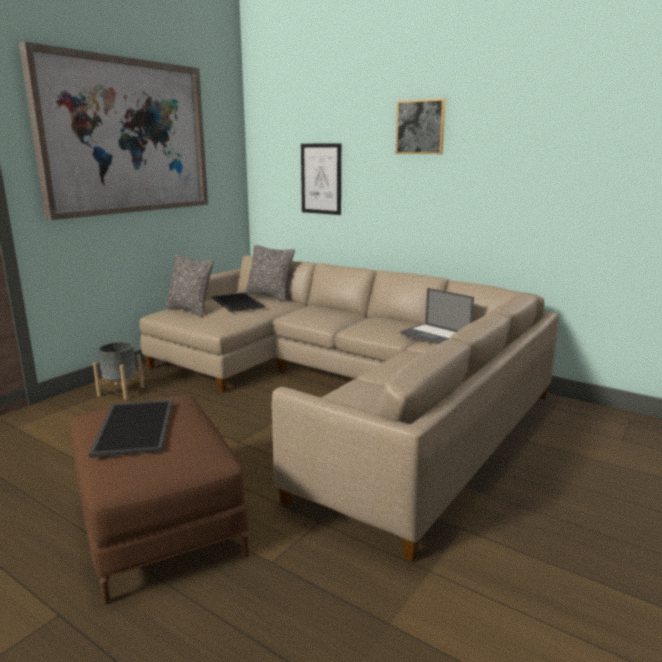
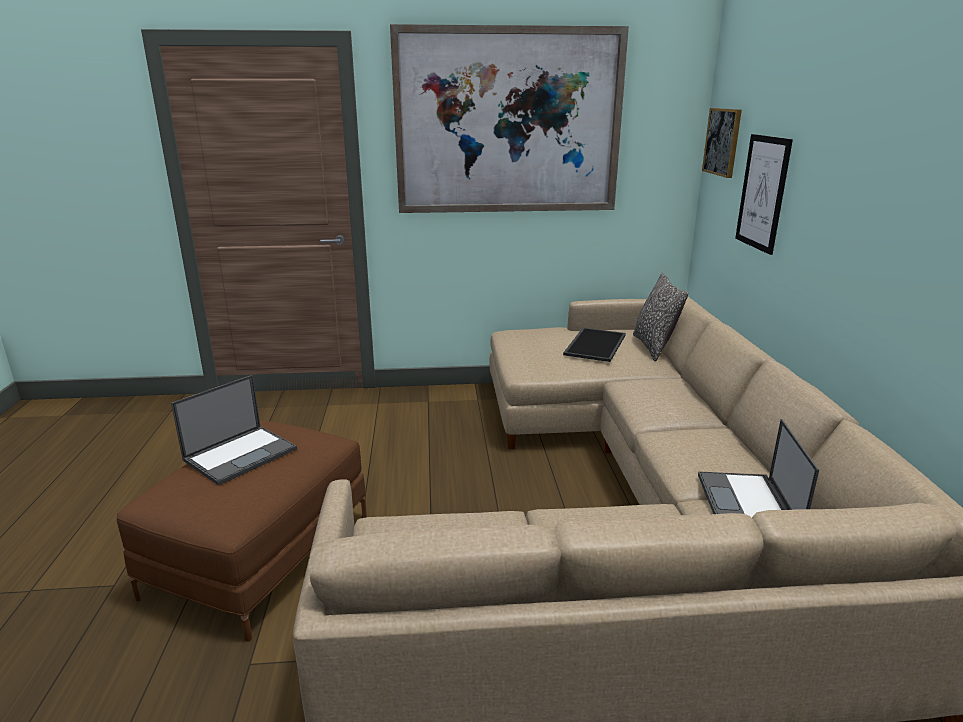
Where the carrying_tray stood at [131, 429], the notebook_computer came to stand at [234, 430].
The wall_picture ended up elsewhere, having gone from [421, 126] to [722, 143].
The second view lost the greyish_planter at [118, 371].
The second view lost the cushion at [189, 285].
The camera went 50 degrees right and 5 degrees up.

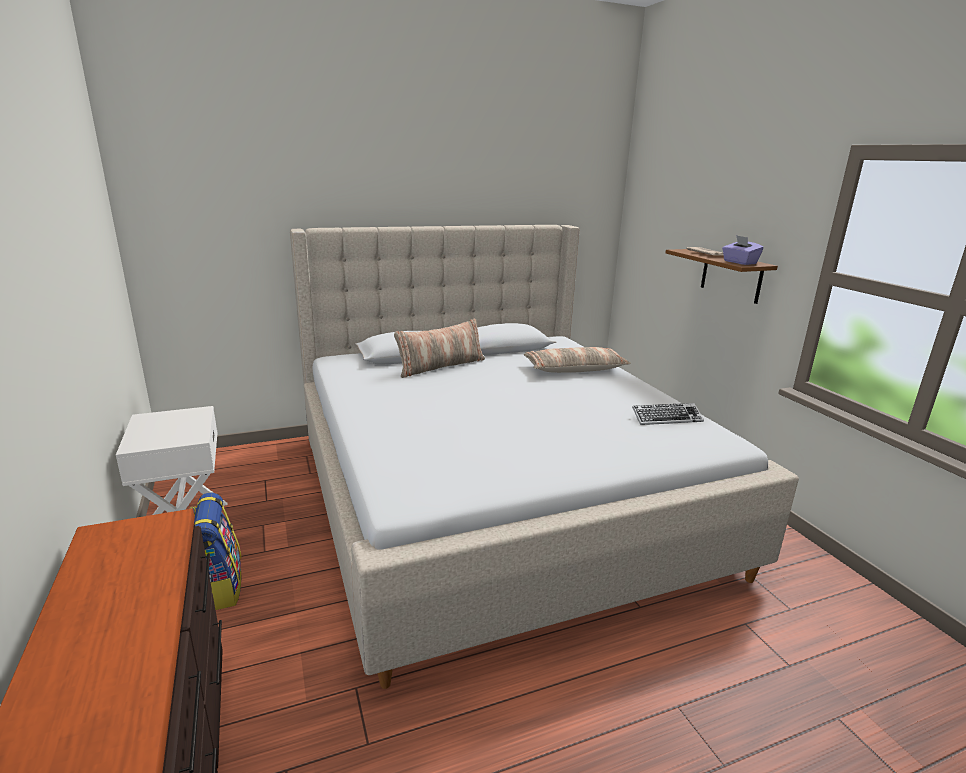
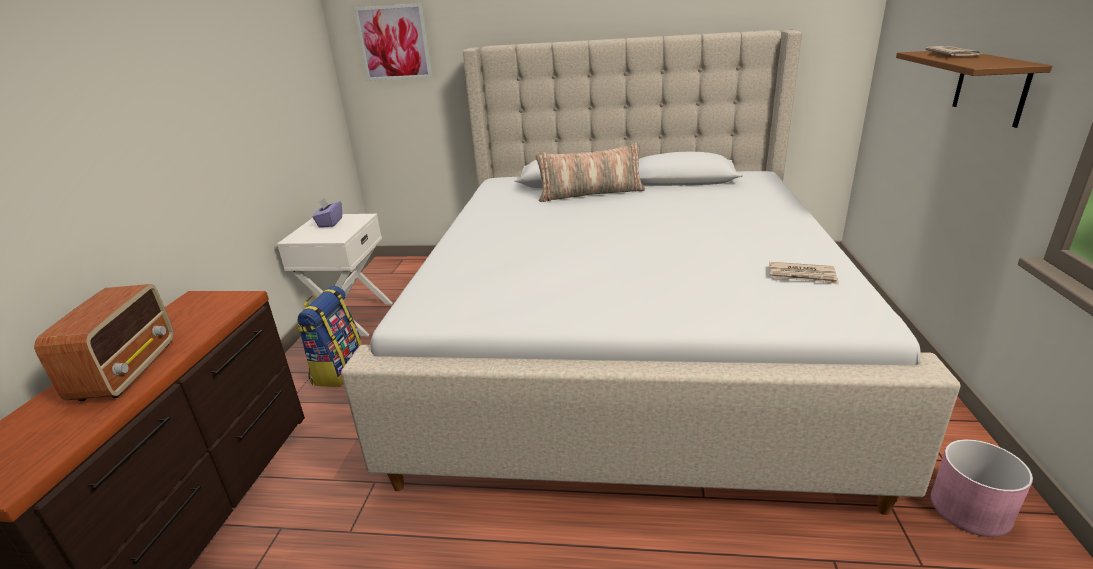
The second view gained the radio at [104, 342].
The purplish_box_of_tissues ended up elsewhere, having gone from [743, 250] to [327, 212].
The second view gained the wall_picture at [393, 42].
Where the keyboard stood at [668, 414], the daily_paper came to stand at [804, 273].
The second view gained the pink_planter at [982, 488].
The second view lost the cushion at [577, 360].
The camera went 30 degrees right and 5 degrees up.

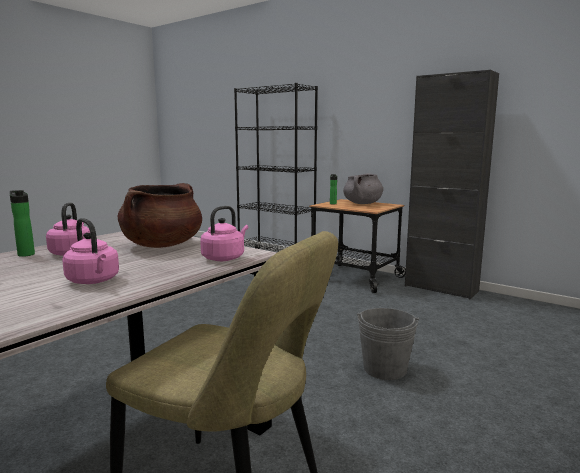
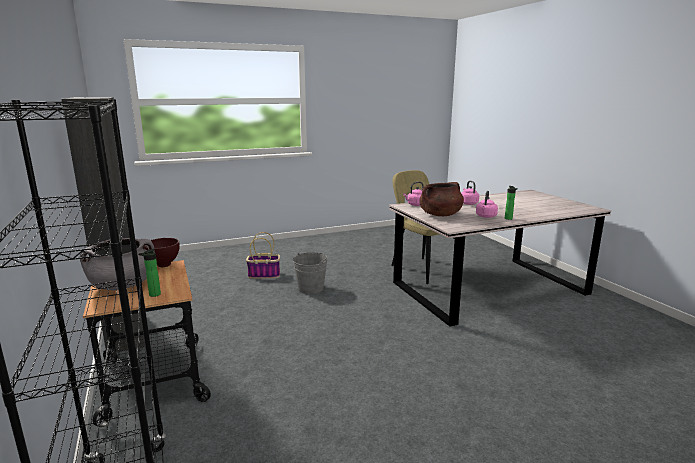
The second view gained the brown_serving_bowl at [162, 252].
The second view gained the storage_basket at [263, 255].
The camera went 150 degrees left and 5 degrees up.

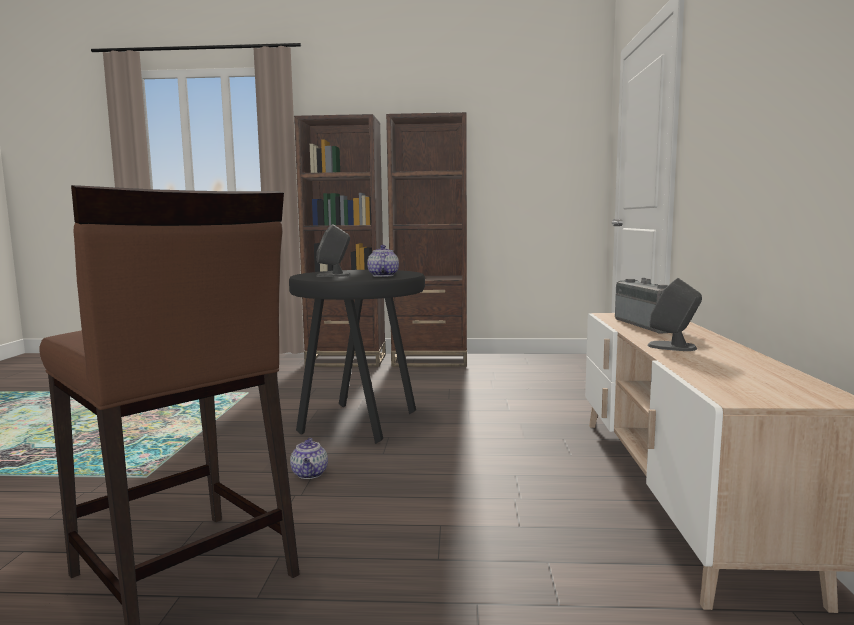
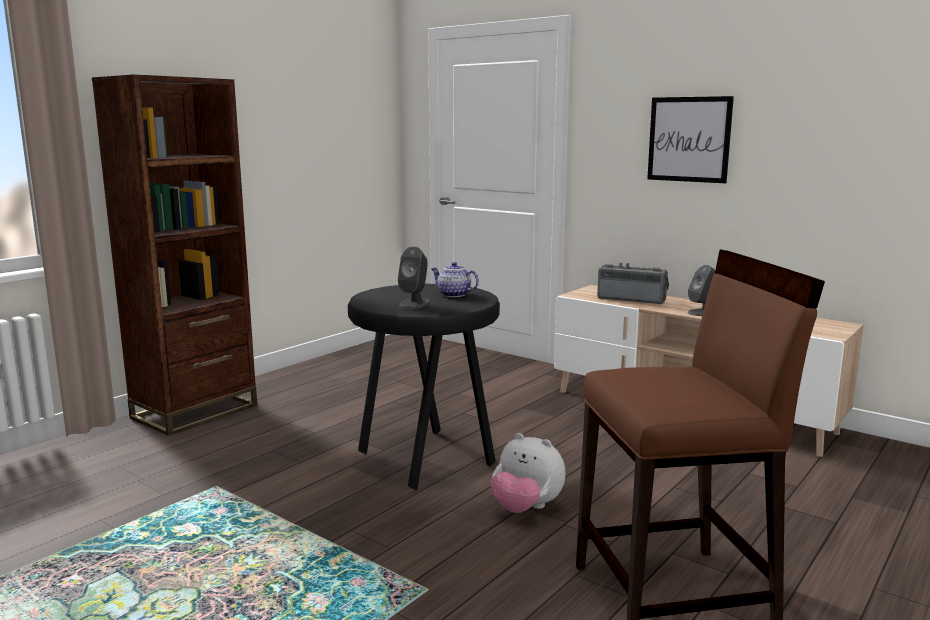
Where the tea_pot stood at [309, 458], the cuddly_toy came to stand at [528, 473].
The second view gained the wall_picture at [690, 139].
The second view lost the brown_bookshelf at [426, 239].
The camera went 55 degrees left and 5 degrees up.

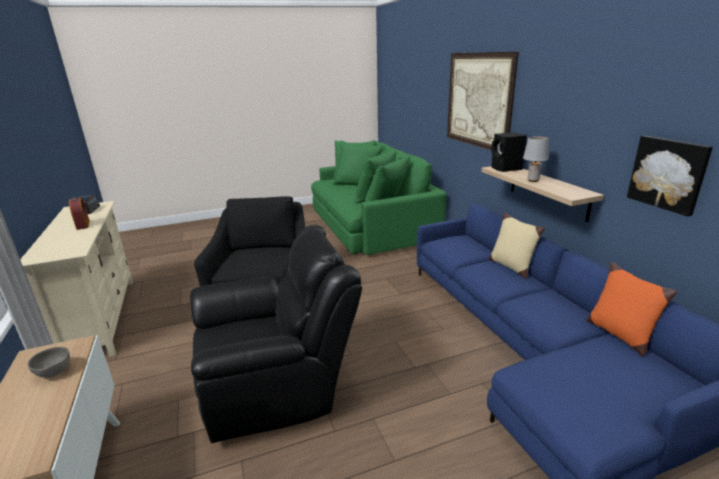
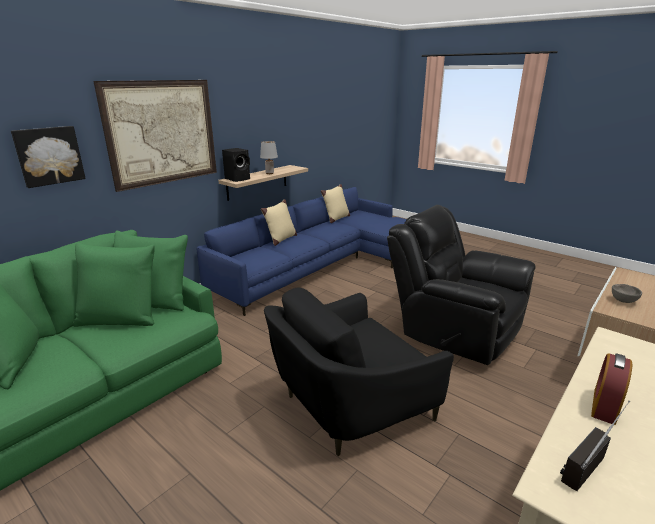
The wall_picture ended up elsewhere, having gone from [670, 176] to [48, 157].
What was the orange-coloured_cushion at [631, 309] turned into the sand-coloured_cushion at [335, 203].
The camera went 120 degrees left and 0 degrees up.

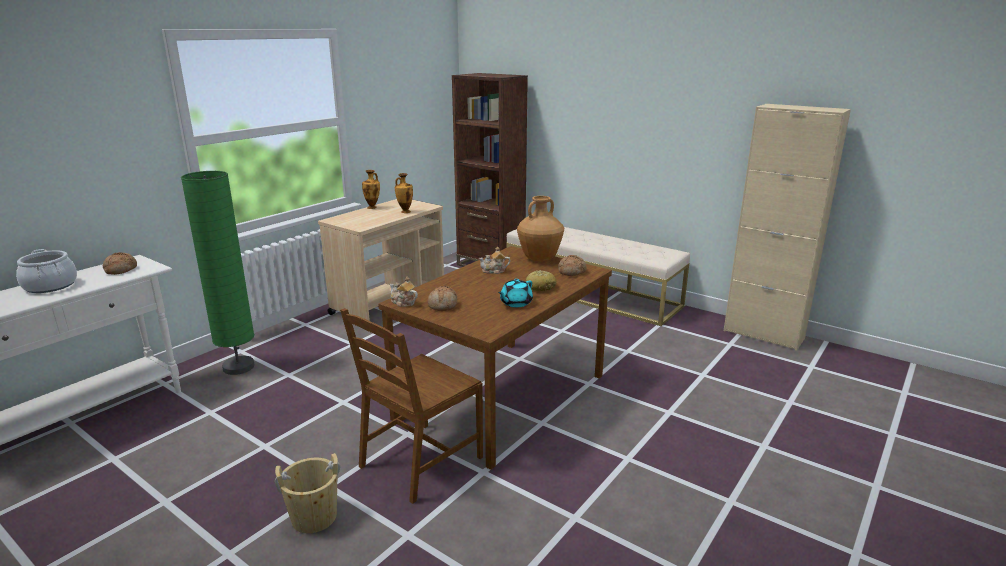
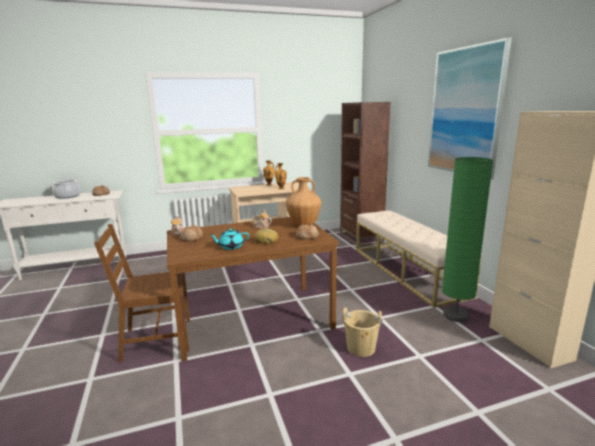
The sand-coloured_bucket ended up elsewhere, having gone from [308, 493] to [362, 332].
The second view gained the wall_picture at [470, 108].
The green_floor_lamp ended up elsewhere, having gone from [217, 273] to [467, 239].
The camera went 35 degrees right and 5 degrees down.

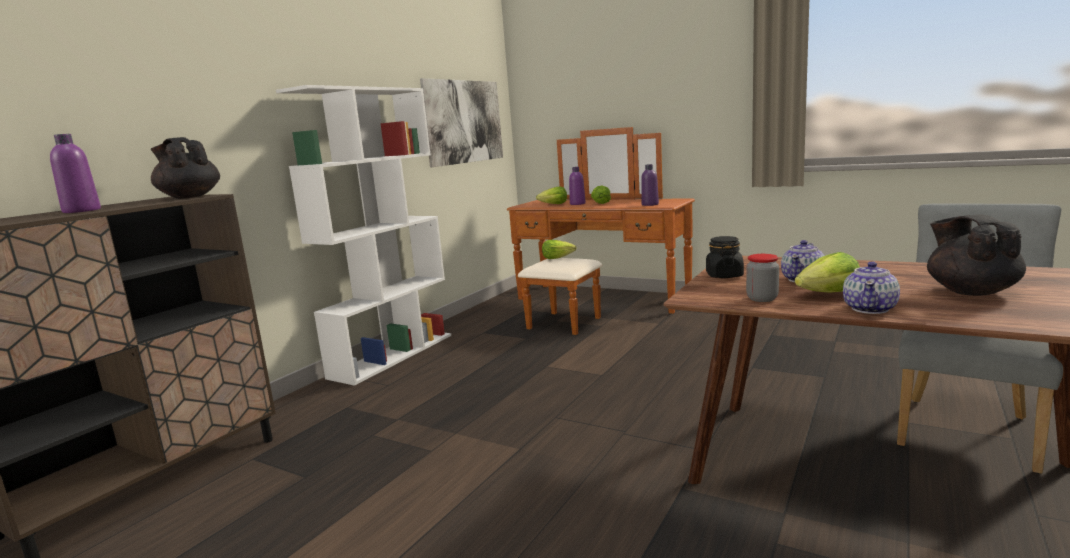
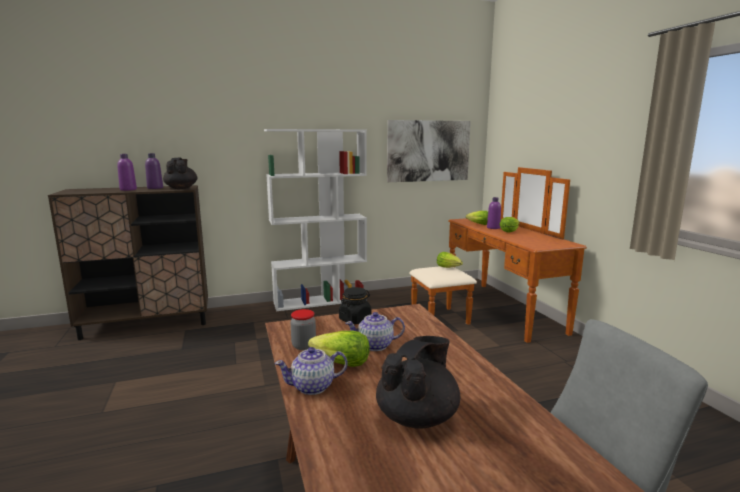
The purplish_drink_bottle ended up elsewhere, having gone from [650, 185] to [154, 171].
The camera went 40 degrees right and 0 degrees up.

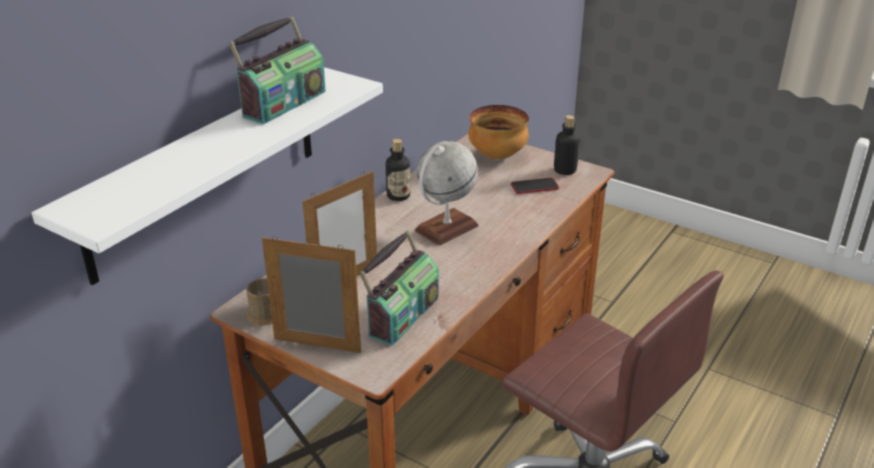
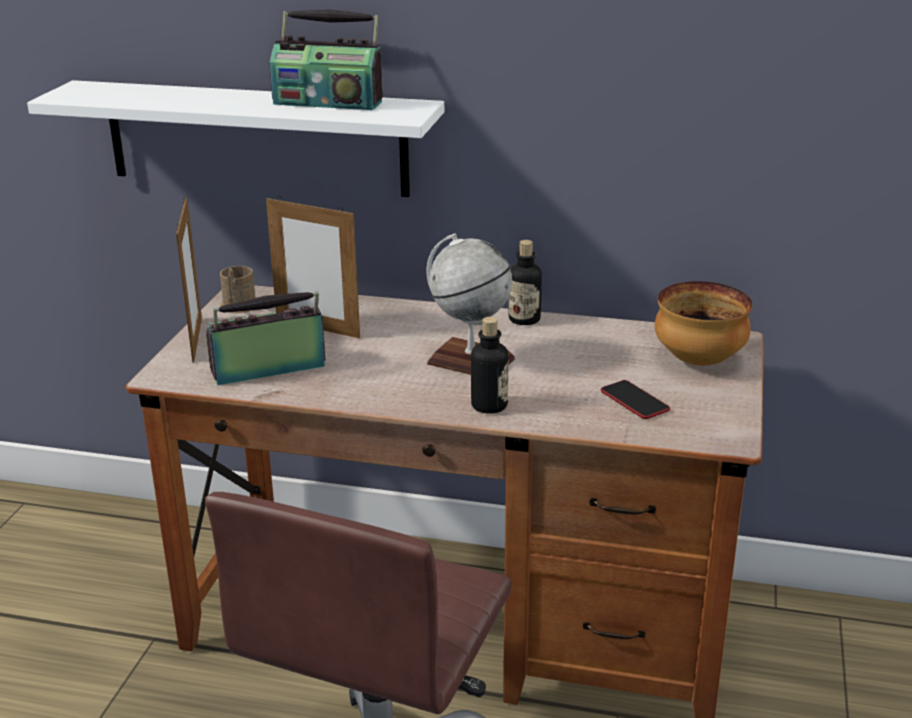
The radio at [399, 288] ended up facing another way, 150 degrees clockwise from before.
The drink_bottle ended up elsewhere, having gone from [567, 145] to [490, 365].
The camera went 70 degrees right and 5 degrees down.

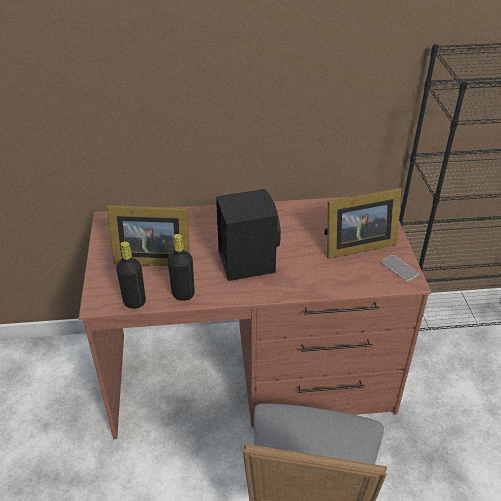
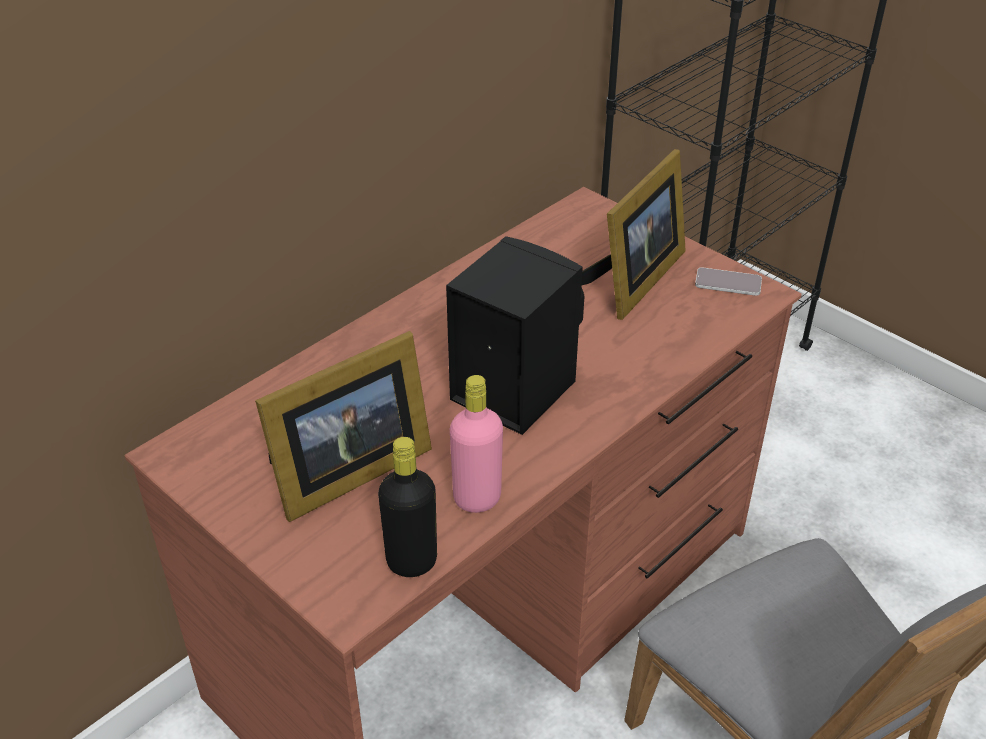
What was the blackish_drink_bottle at [181, 267] turned into the pink_drink_bottle at [476, 444].
The camera went 40 degrees left and 0 degrees up.

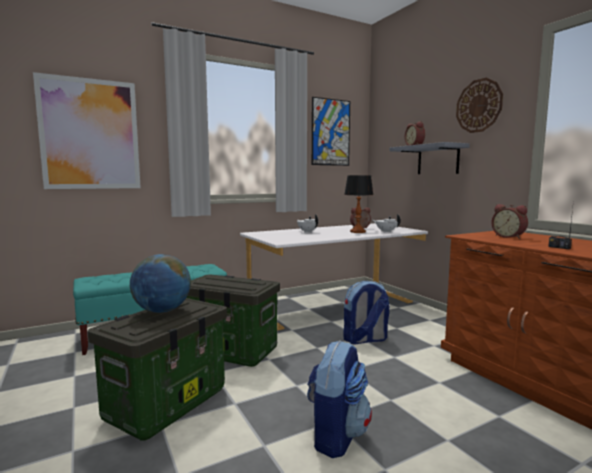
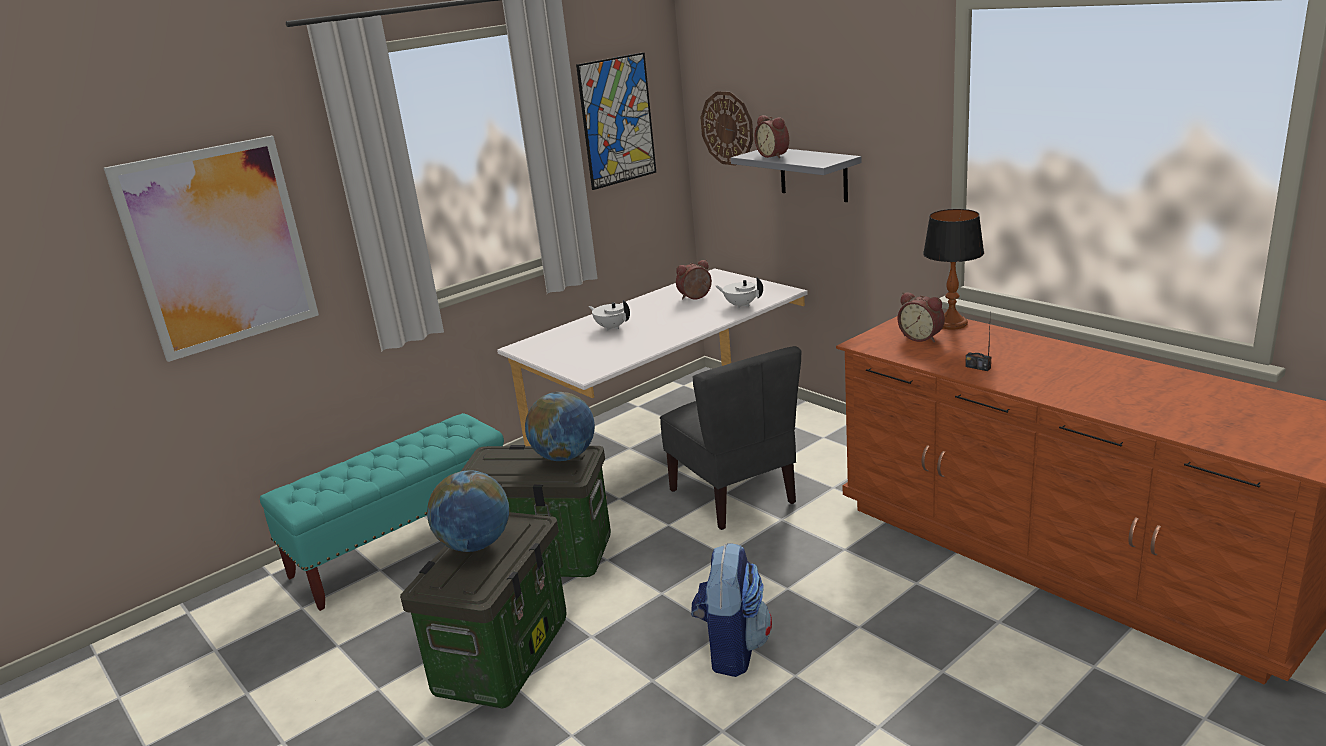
The second view gained the desk_globe at [560, 426].
Where the backpack stood at [366, 313], the greyish_plain_chair came to stand at [730, 438].
The clock_on_the_wall ended up elsewhere, having gone from [479, 105] to [726, 128].
The tabletop_lamp ended up elsewhere, having gone from [358, 204] to [953, 269].
The camera went 10 degrees left and 15 degrees up.

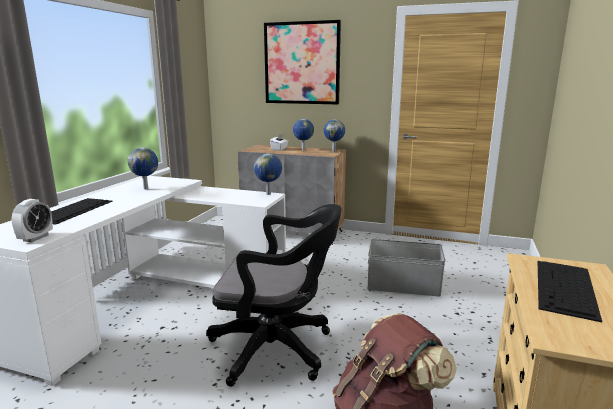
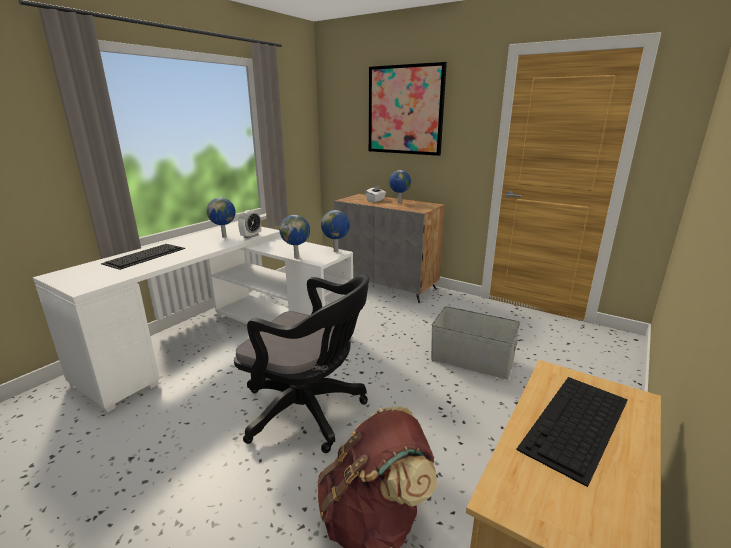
The table_clock ended up elsewhere, having gone from [32, 220] to [249, 224].
The desk_globe ended up elsewhere, having gone from [334, 135] to [295, 237].
The camera went 15 degrees right and 5 degrees up.

